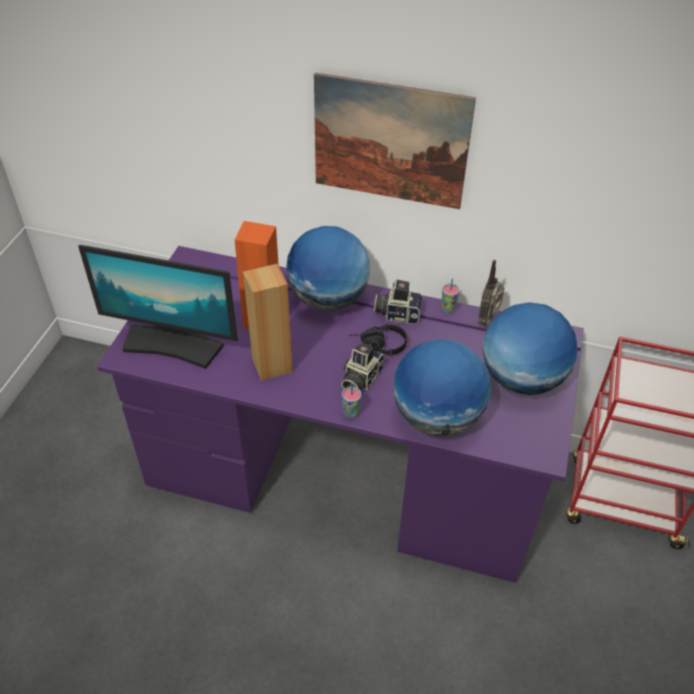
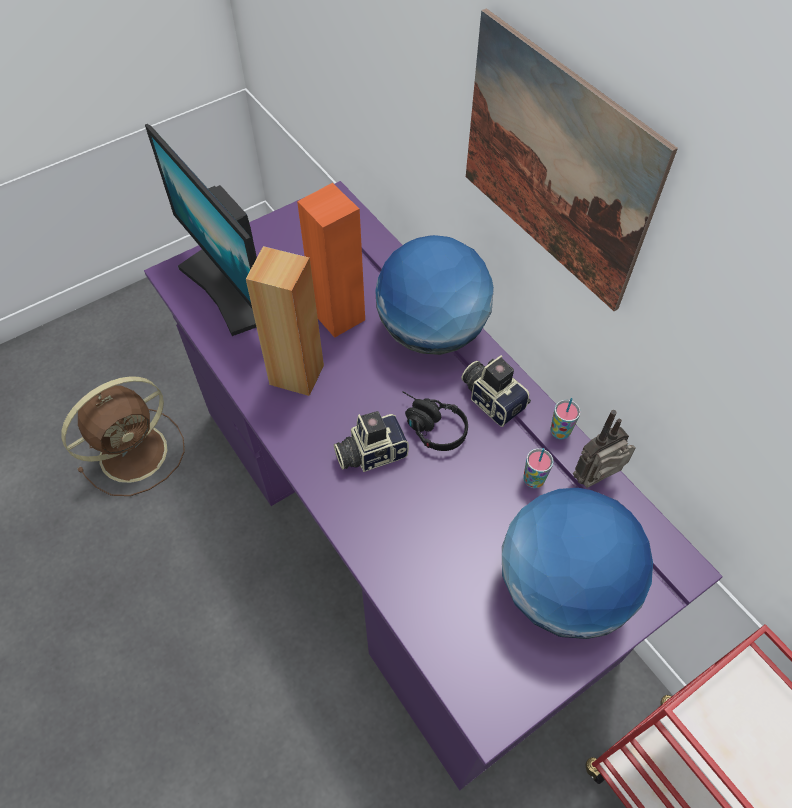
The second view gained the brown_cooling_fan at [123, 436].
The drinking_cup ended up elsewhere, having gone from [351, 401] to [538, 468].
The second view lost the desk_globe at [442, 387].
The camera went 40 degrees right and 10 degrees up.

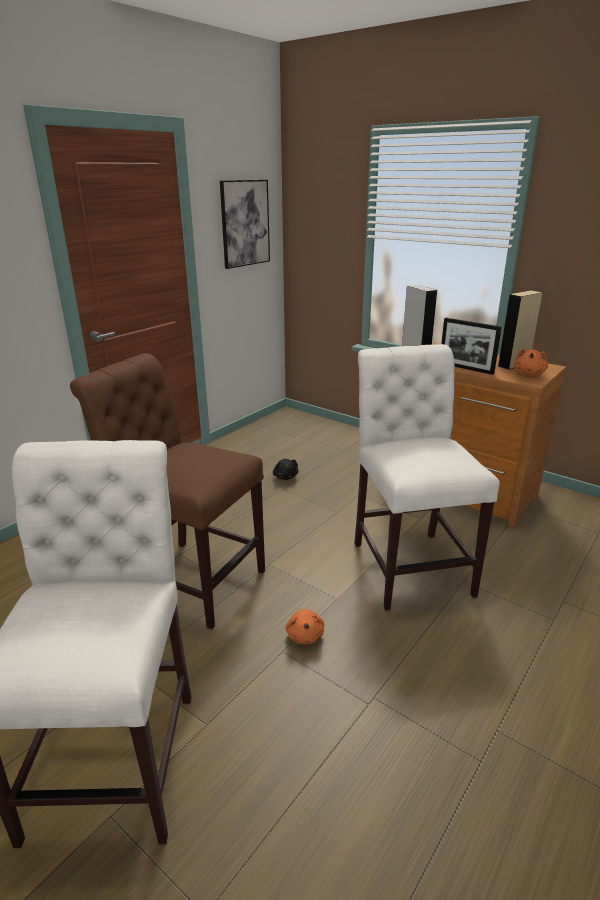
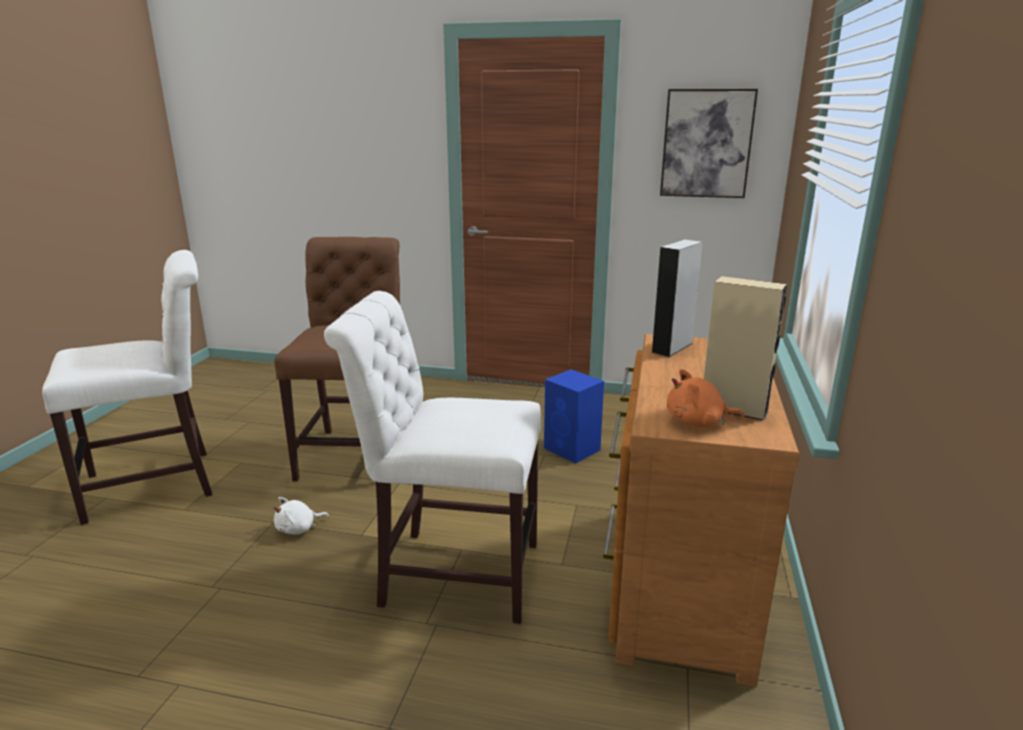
What was the orange-coloured_cuddly_toy at [305, 626] turned into the white_cuddly_toy at [301, 515].
The white_plain_chair at [427, 477] ended up facing another way, 135 degrees counterclockwise from before.
Where the blackish_cuddly_toy stood at [285, 469], the blue-coloured_loudspeaker came to stand at [574, 416].
The second view lost the picture_frame at [471, 346].
The camera went 65 degrees right and 5 degrees down.

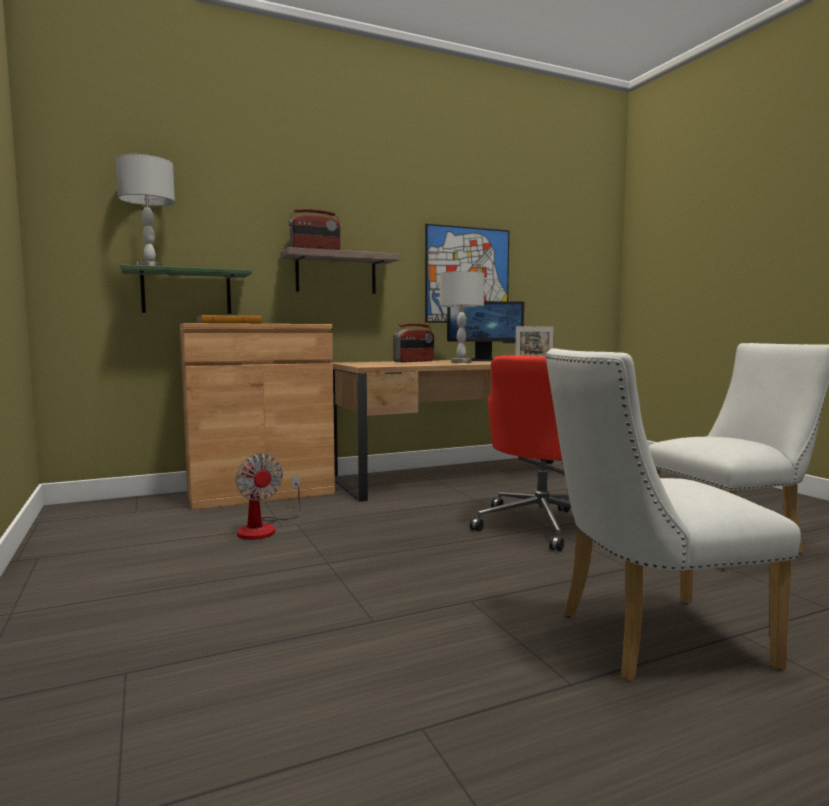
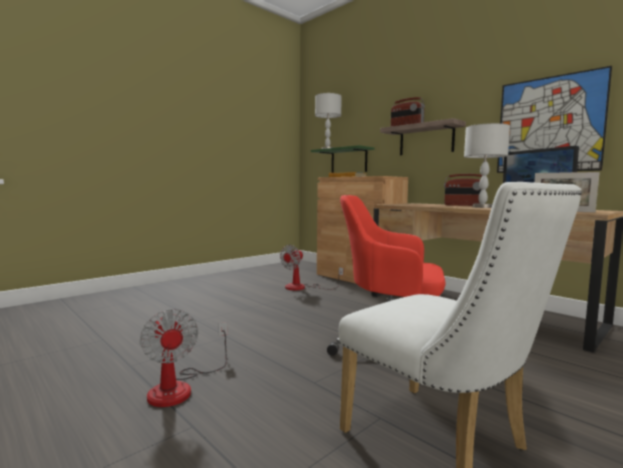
Where the white_plain_chair stood at [673, 515], the cooling_fan came to stand at [184, 358].
The camera went 70 degrees right and 0 degrees up.

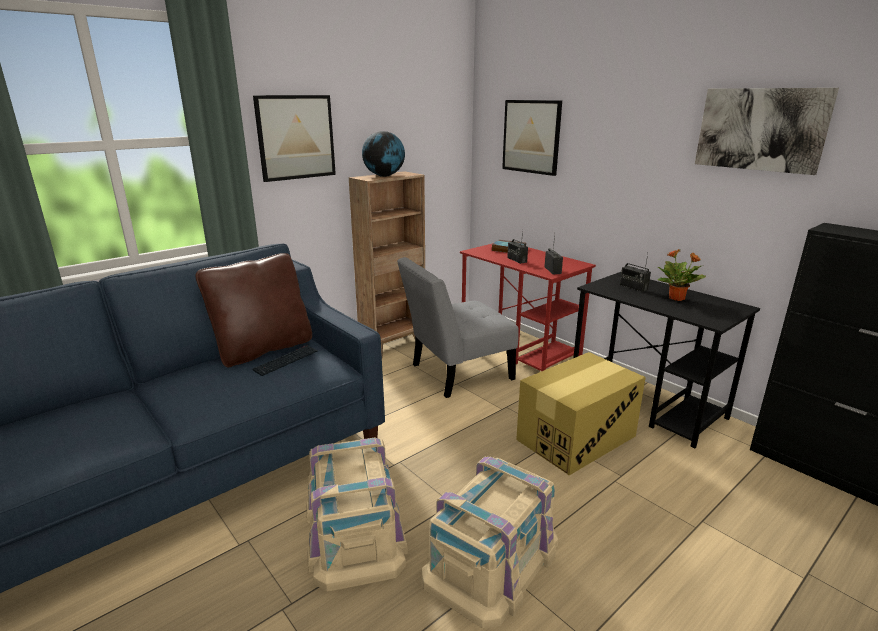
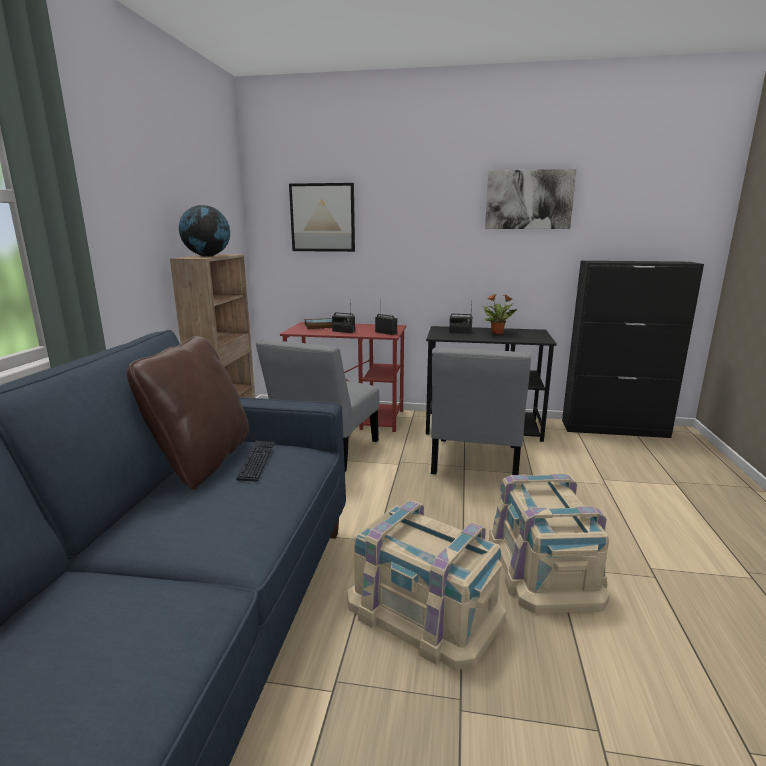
Where the cardboard_box stood at [581, 413], the greyish_plain_chair came to stand at [481, 411].
The second view lost the wall_picture at [294, 138].
The camera went 40 degrees left and 5 degrees down.

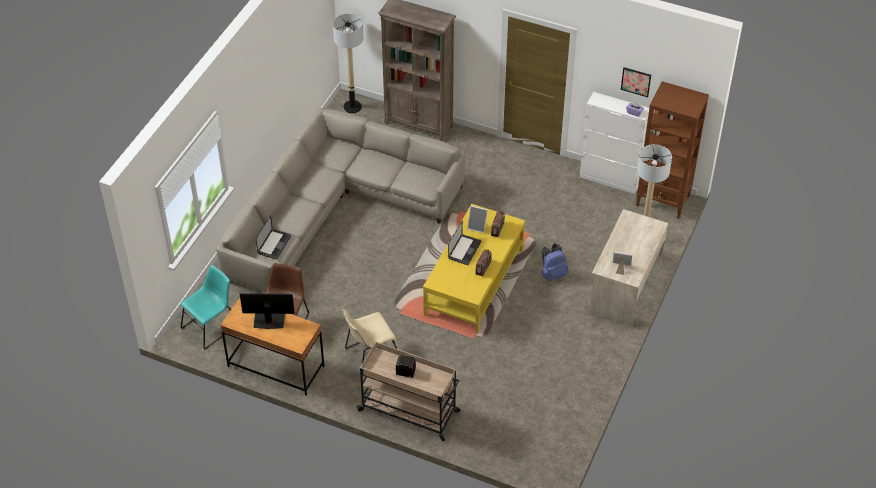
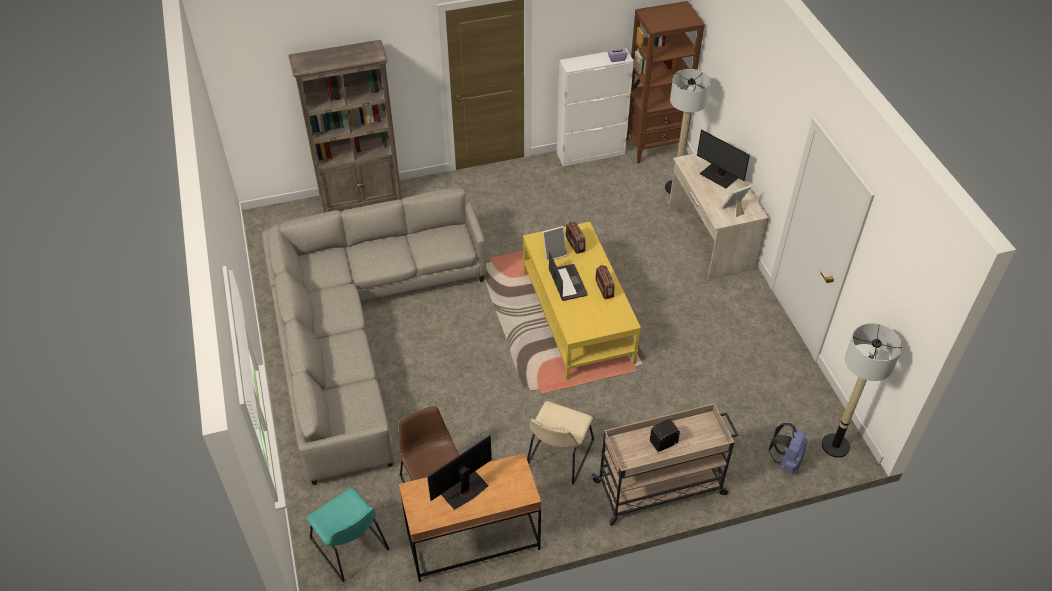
The turquoise_plain_chair at [205, 307] ended up facing another way, 135 degrees clockwise from before.
The second view gained the computer_screen at [723, 158].
The blue-coloured_backpack ended up elsewhere, having gone from [554, 262] to [788, 448].
The floor_lamp ended up elsewhere, having gone from [348, 63] to [862, 390].
The second view lost the notebook_computer at [273, 237].
The second view lost the wall_picture at [636, 82].
The camera went 40 degrees left and 0 degrees up.

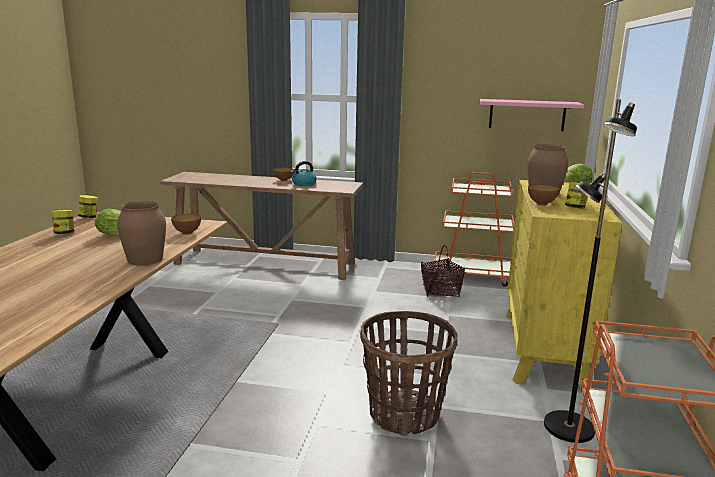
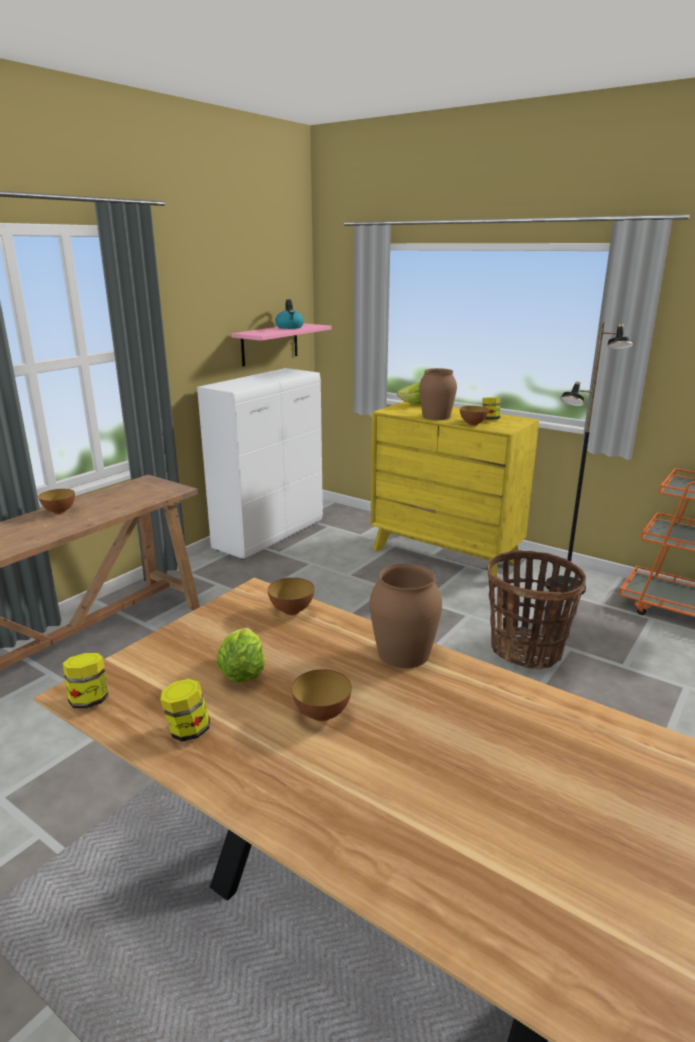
Where the orange-coloured_cart stood at [474, 229], the white_cabinet came to stand at [260, 464].
The kettle ended up elsewhere, having gone from [303, 173] to [289, 314].
The second view gained the serving_bowl at [322, 695].
The second view lost the storage_basket at [443, 271].
The camera went 65 degrees left and 5 degrees up.

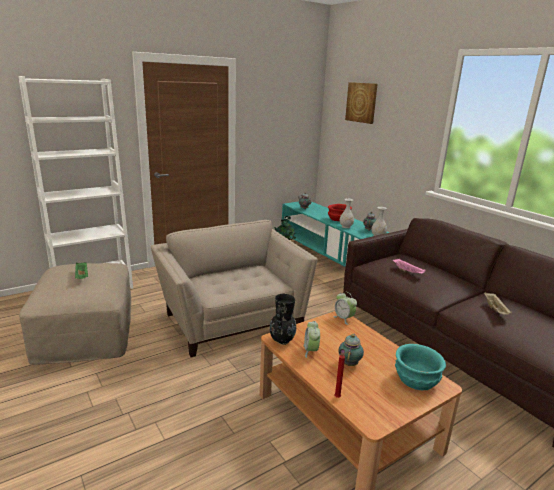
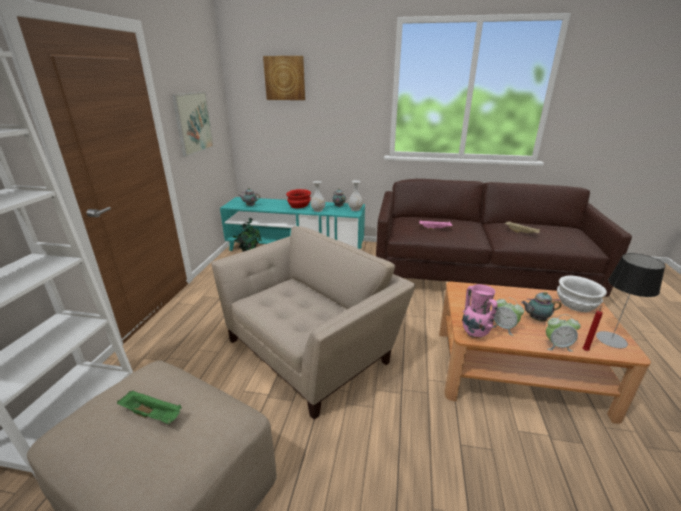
The second view gained the wall_picture at [193, 124].
The sand-coloured_armchair at [234, 288] ended up facing another way, 120 degrees clockwise from before.
What was the blackish_decorative_vase at [283, 319] turned into the pink_decorative_vase at [480, 311].
The tea_pot at [351, 350] ended up facing another way, 60 degrees counterclockwise from before.
The table_clock ended up elsewhere, having gone from [345, 308] to [563, 333].
What was the turquoise_serving_bowl at [420, 367] turned into the white_serving_bowl at [582, 294].
The second view gained the tabletop_lamp at [630, 300].
The camera went 45 degrees left and 5 degrees up.

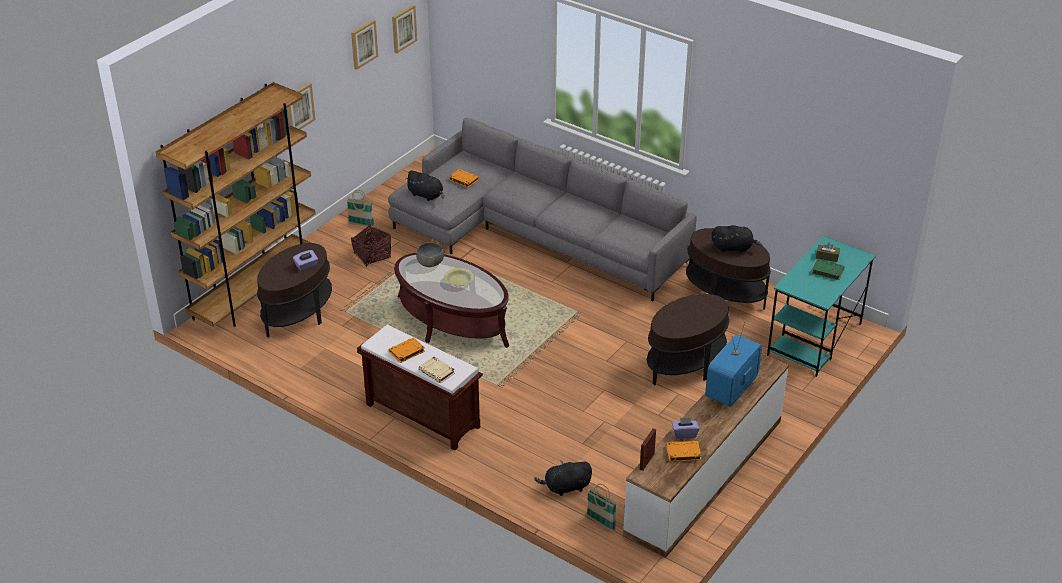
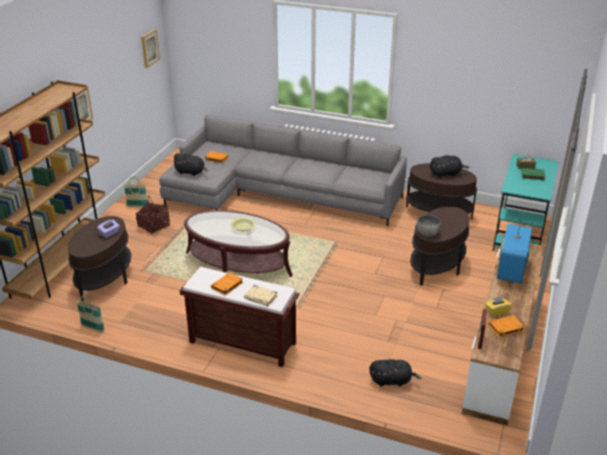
The storage_basket ended up elsewhere, having gone from [601, 507] to [91, 313].
The blackish_cuddly_toy at [563, 478] ended up facing another way, 150 degrees counterclockwise from before.
The greyish_serving_bowl ended up elsewhere, having gone from [430, 254] to [428, 226].
What was the purplish_box_of_tissues at [685, 428] turned into the yellowish_box_of_tissues at [498, 306].
The second view lost the wall_picture at [364, 45].
The camera went 15 degrees left and 5 degrees down.

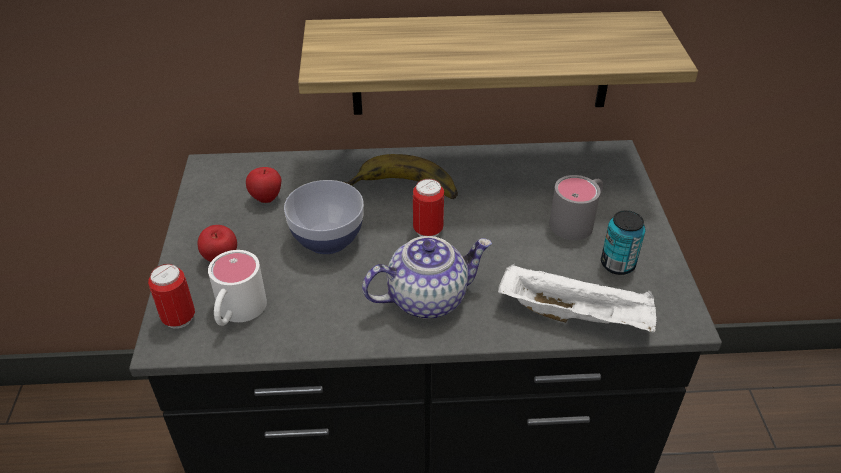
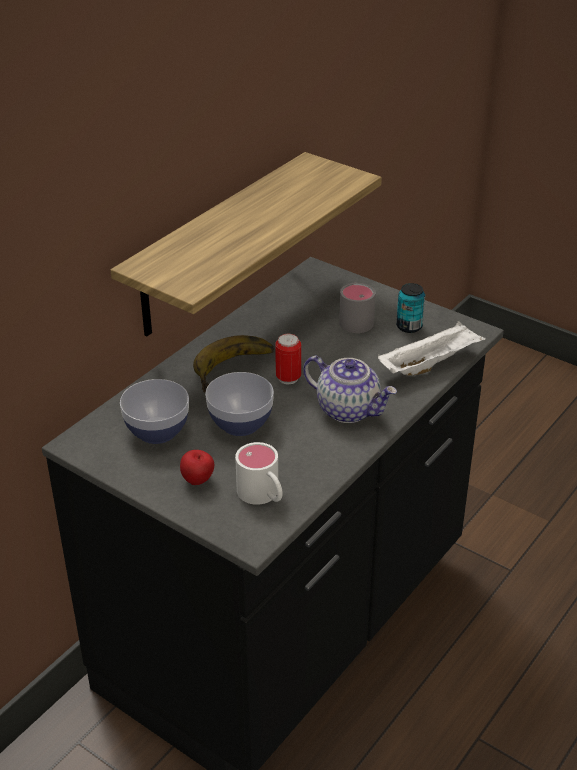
Where the apple stood at [263, 185], the serving_bowl came to stand at [154, 411].
The tea_pot at [427, 277] ended up facing another way, 105 degrees clockwise from before.
The second view lost the can at [171, 296].
The camera went 50 degrees left and 5 degrees down.

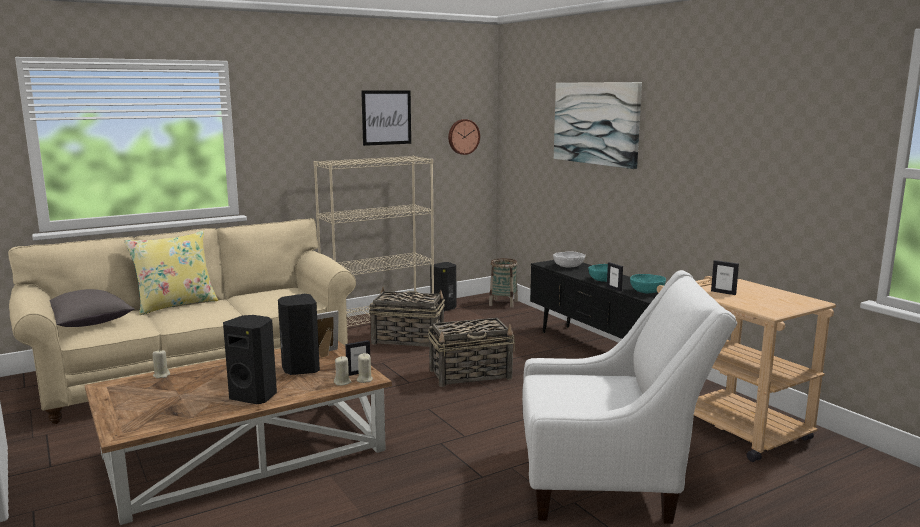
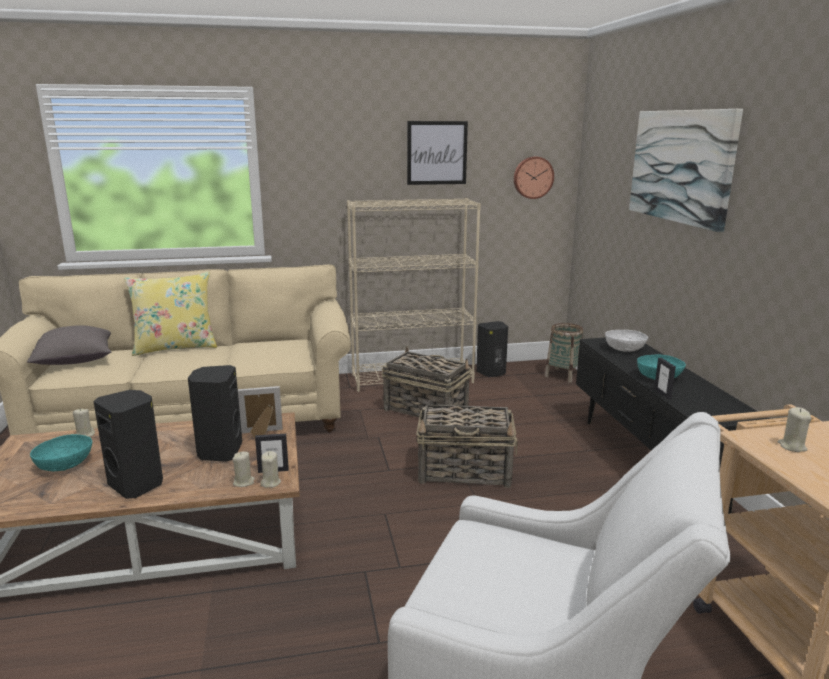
The turquoise_serving_bowl ended up elsewhere, having gone from [648, 283] to [61, 452].
Where the picture_frame stood at [725, 277], the sand-coloured_candle came to stand at [794, 429].
The camera went 20 degrees right and 5 degrees up.

